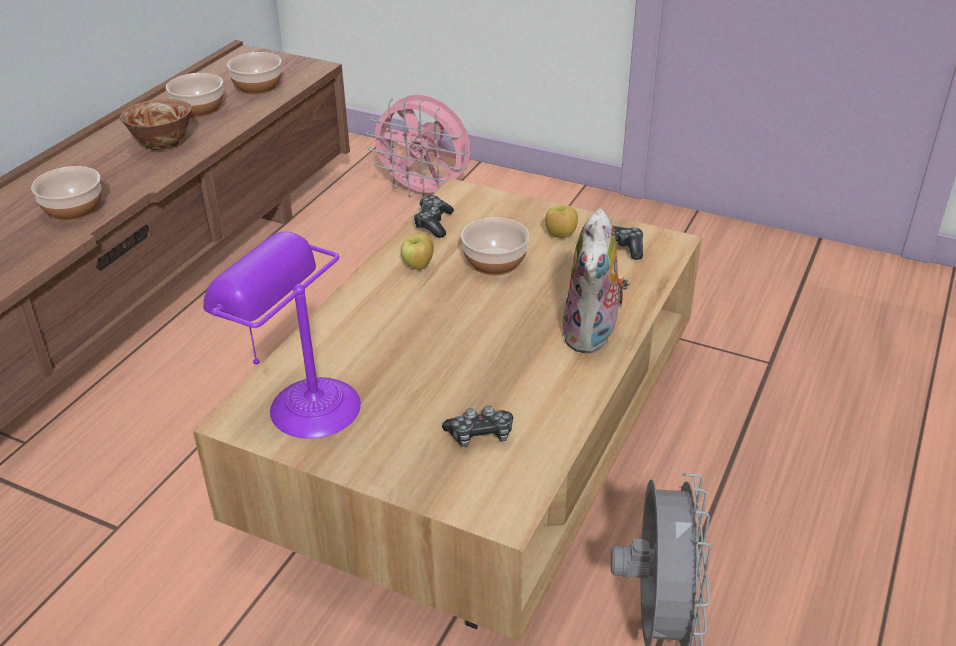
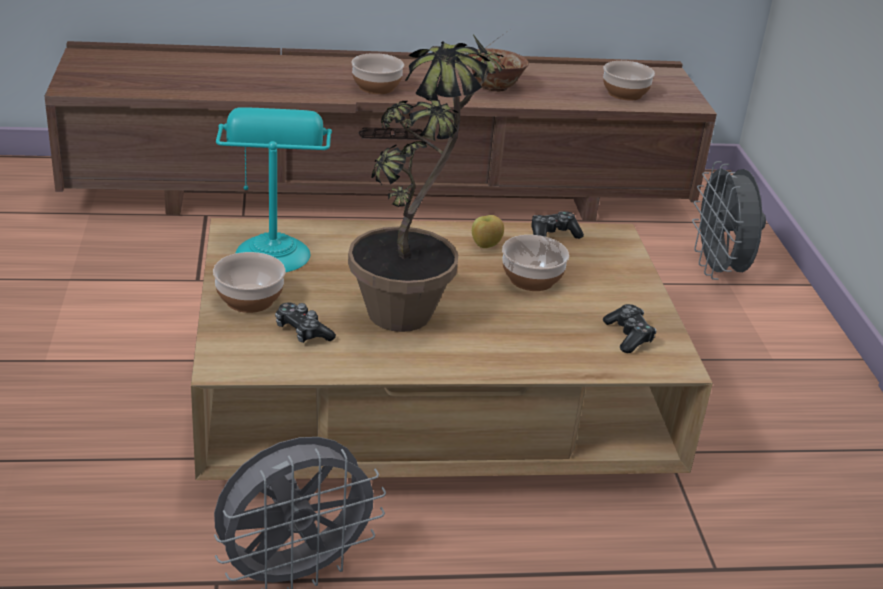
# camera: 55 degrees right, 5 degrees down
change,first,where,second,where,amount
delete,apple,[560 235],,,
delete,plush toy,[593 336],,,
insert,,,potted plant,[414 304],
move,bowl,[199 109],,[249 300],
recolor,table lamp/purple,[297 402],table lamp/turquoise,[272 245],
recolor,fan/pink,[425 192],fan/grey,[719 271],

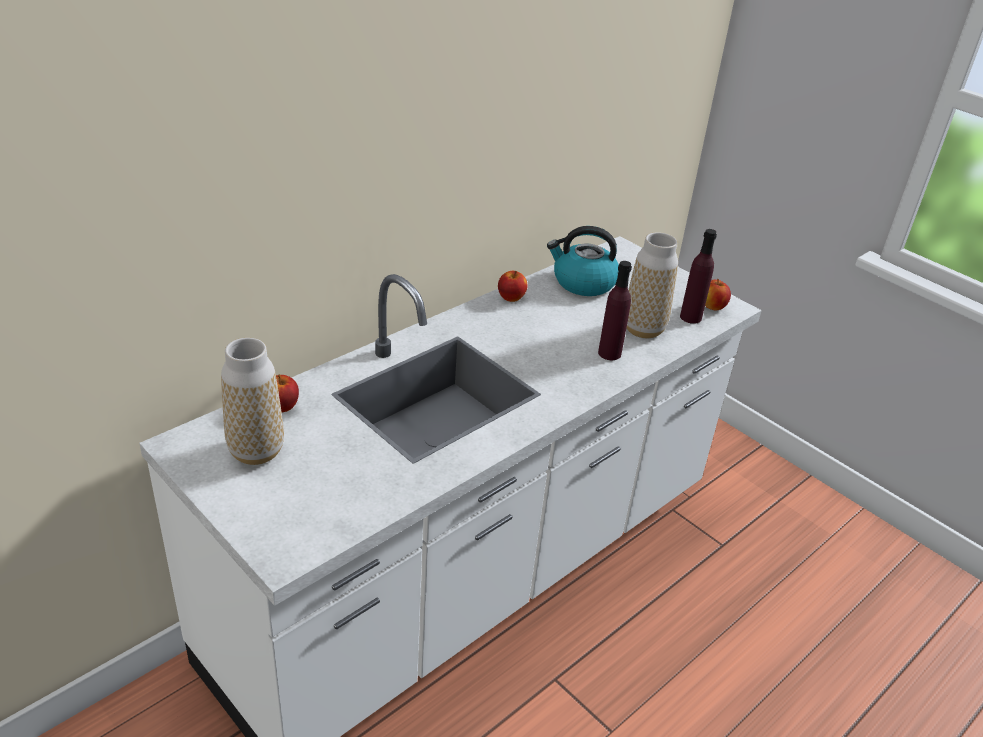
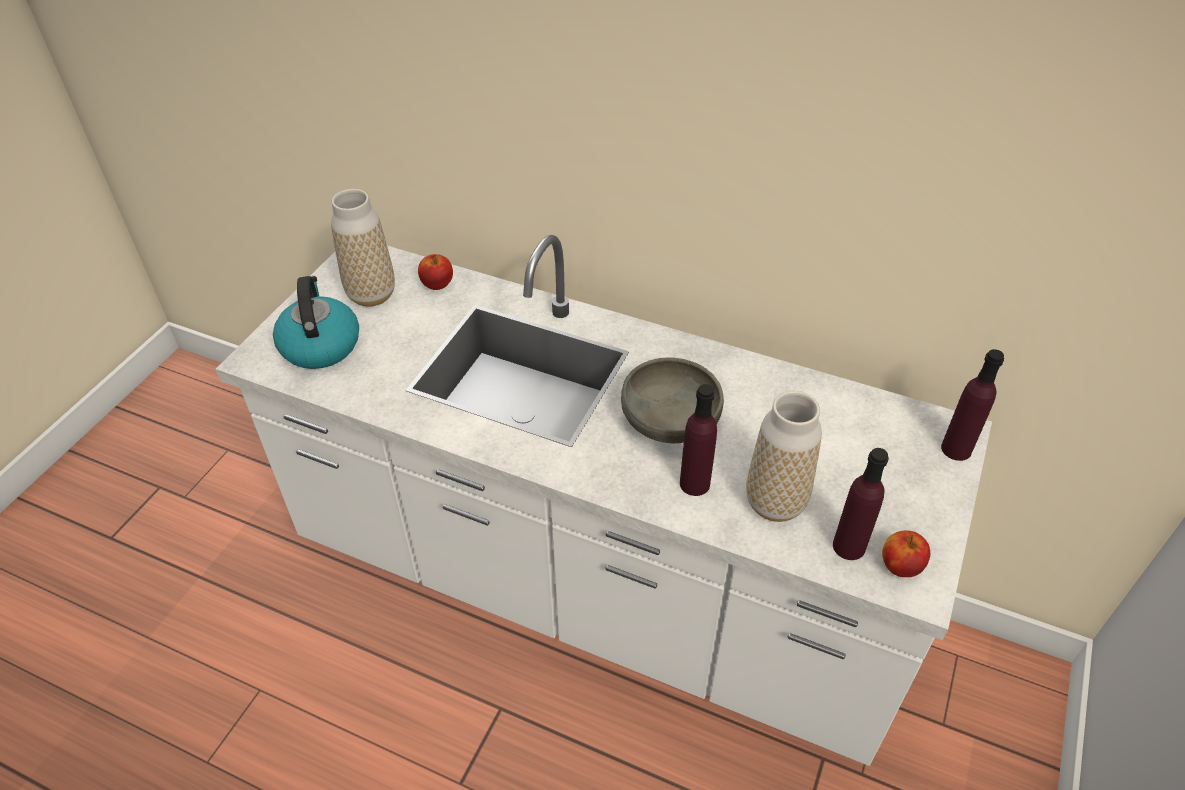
# camera: 70 degrees right, 10 degrees up
change,first,where,second,where,amount
delete,apple,[511 298],,,
insert,,,bowl/grey,[669 421],
insert,,,bottle/purple,[956 449],
move,kettle,[583 282],,[320 344],

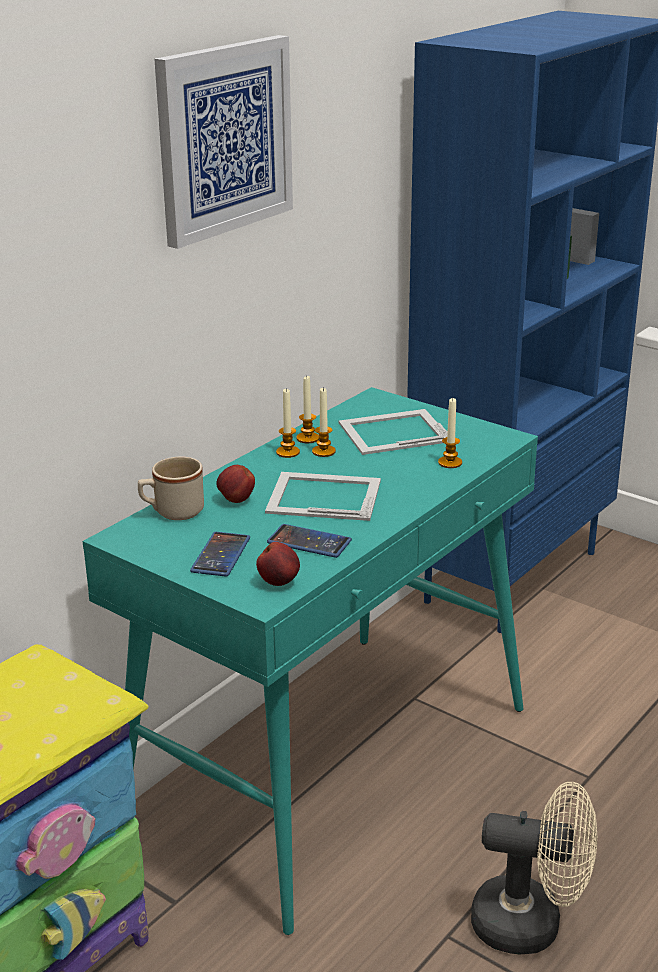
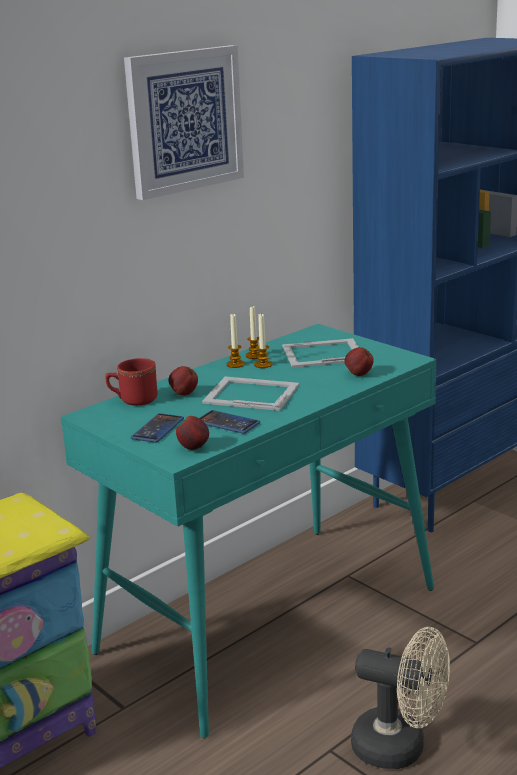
# camera: 10 degrees right, 5 degrees down
change,first,where,second,where,amount
replace,candle,[450 463],apple,[358 374],
recolor,mug/beige,[172 512],mug/red,[133 400],

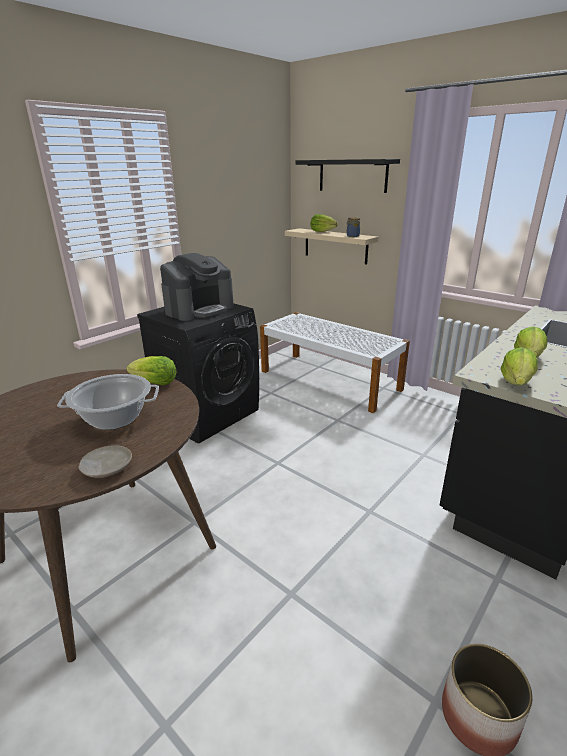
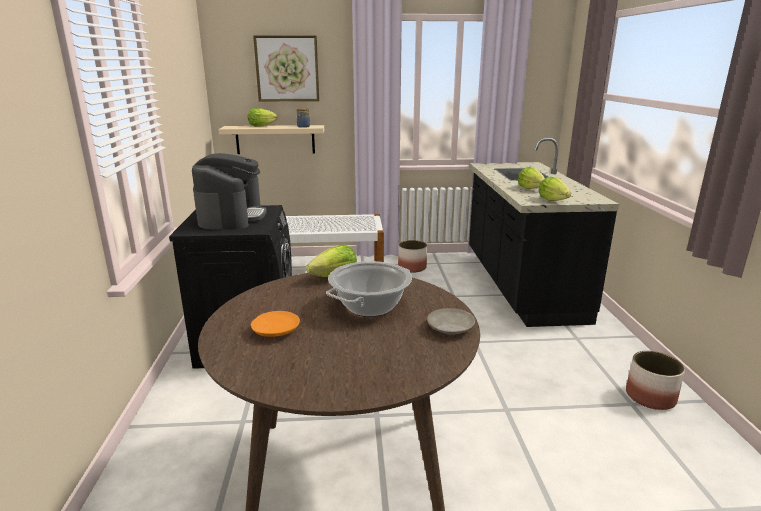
# camera: 45 degrees left, 5 degrees down
change,first,where,second,where,amount
insert,,,plate/orange,[275 330],
insert,,,planter,[412 267],
replace,shelf/black,[352 175],picture,[287 69],

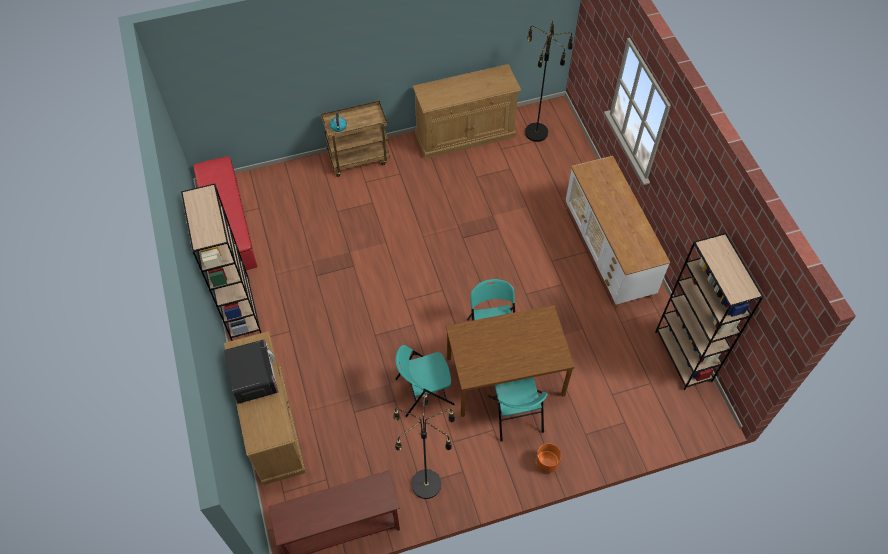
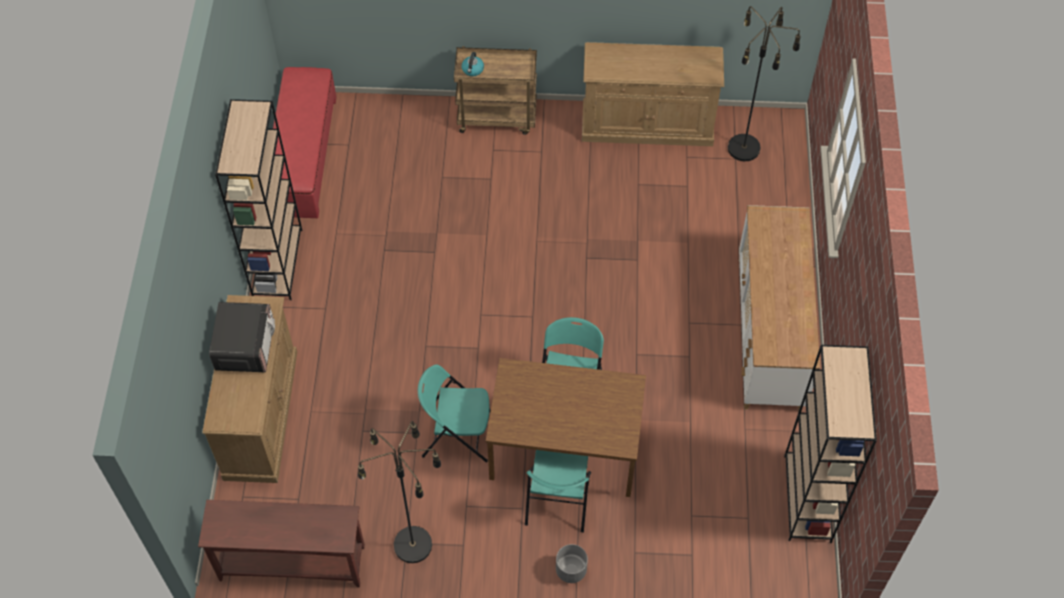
# camera: 20 degrees right, 0 degrees up
change,first,where,second,where,amount
recolor,planter/orange,[546 463],planter/grey,[571 570],

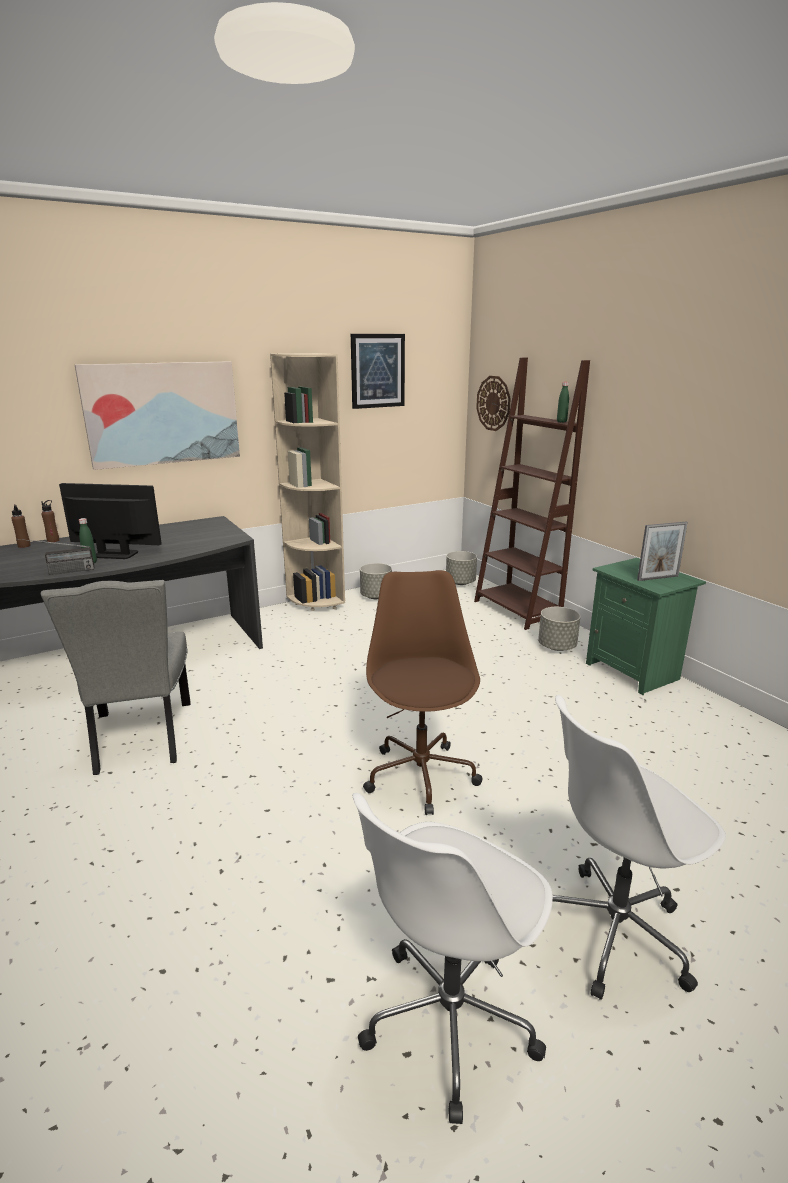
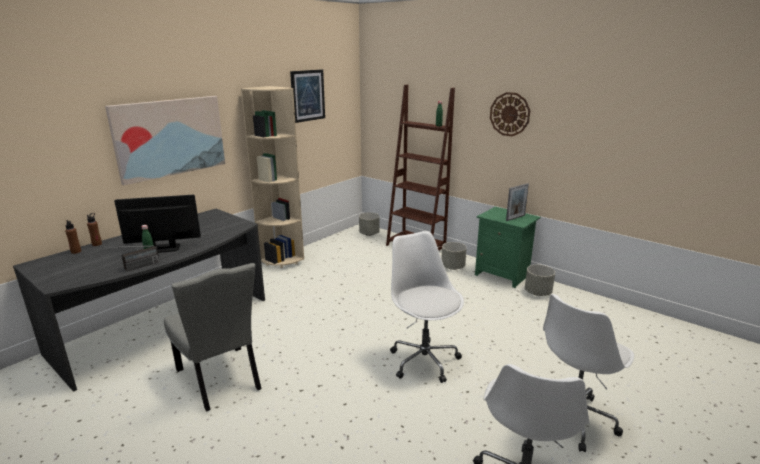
# camera: 20 degrees left, 0 degrees up
change,first,where,second,where,amount
move,planter/grey,[376 596],,[537 292],
move,wall clock,[493 403],,[509 114],
recolor,office chair/brown,[420 774],office chair/white,[423 360],

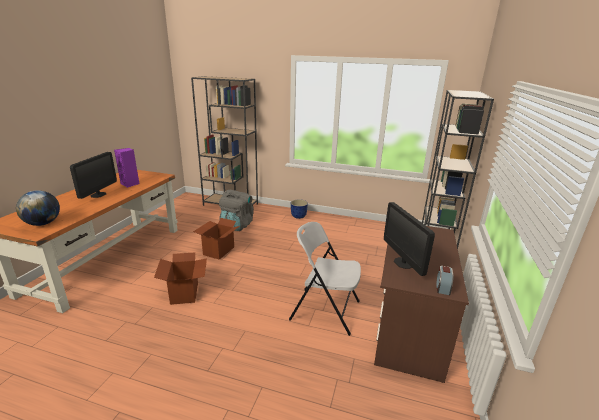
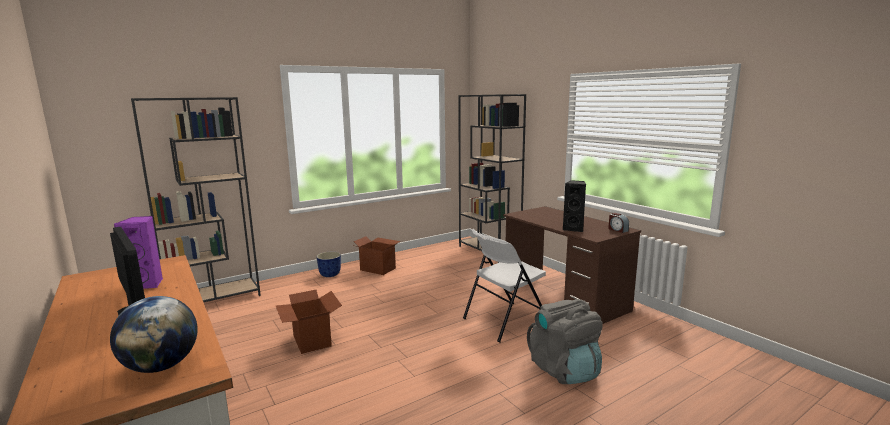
# camera: 50 degrees left, 10 degrees down
change,first,where,second,where,amount
move,cardboard box,[185 293],,[378 269],
move,backpack/grey,[237 225],,[564 370],
replace,monitor,[403 263],speaker/black,[574 229],

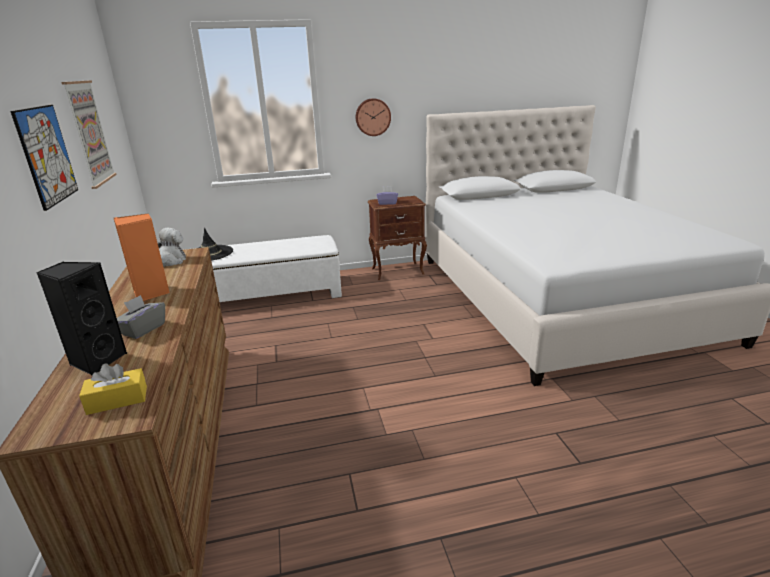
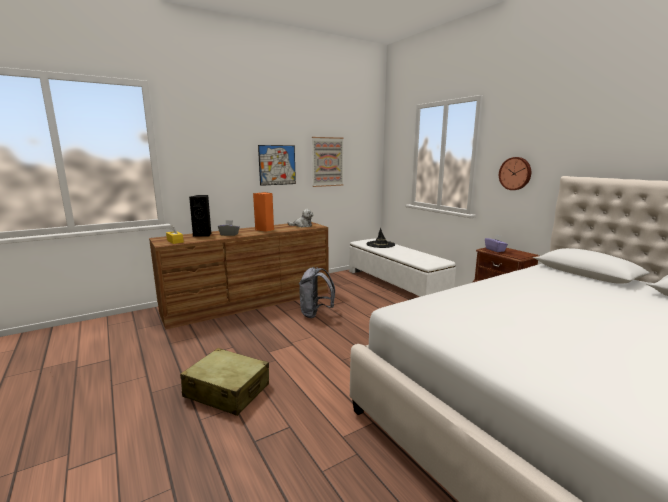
# camera: 70 degrees right, 10 degrees down
change,first,where,second,where,amount
insert,,,suitcase/beige,[227 391],
insert,,,backpack/grey,[316 314],

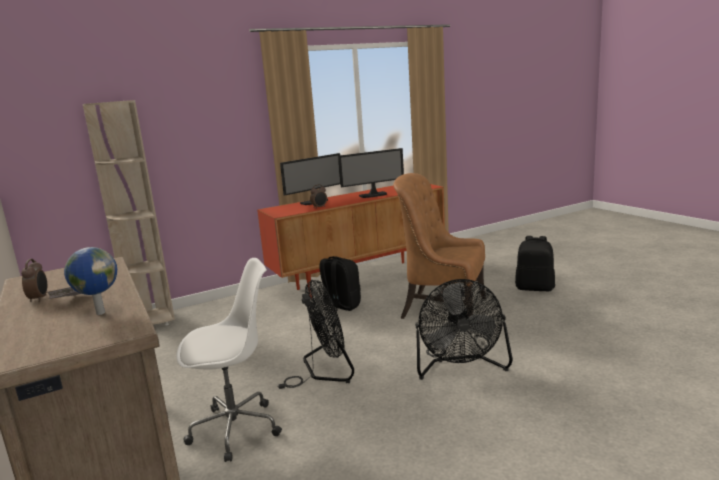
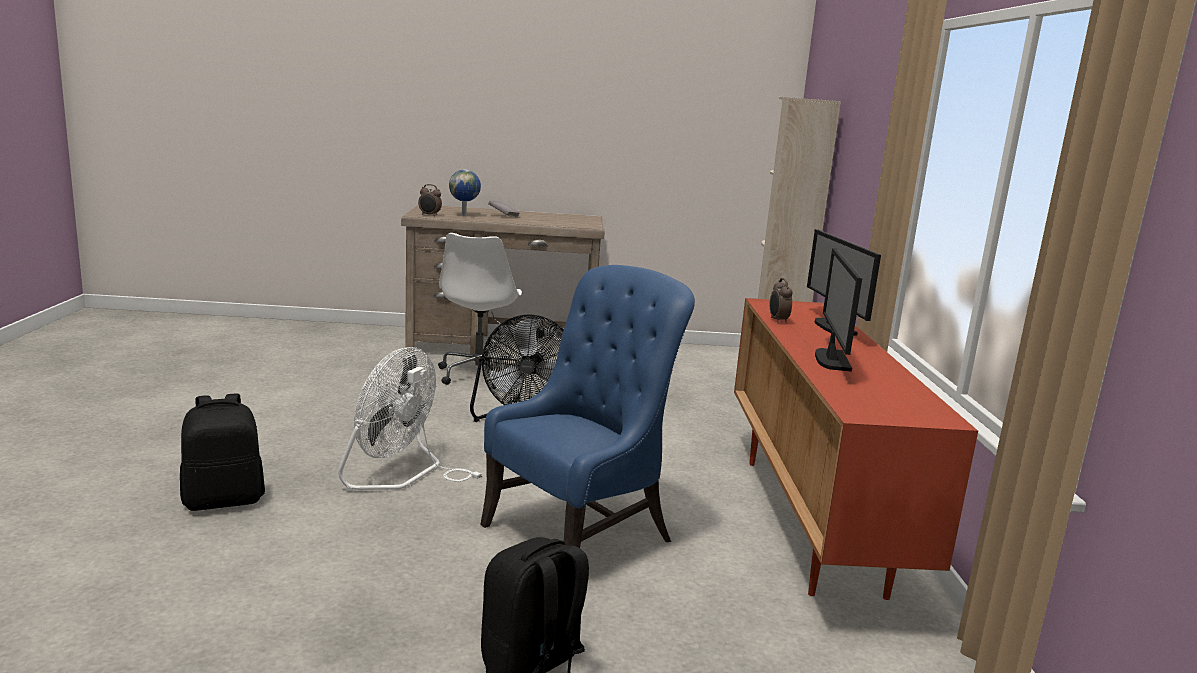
# camera: 115 degrees right, 0 degrees up
change,first,where,second,where,amount
move,alarm clock,[39 298],,[429 215],
move,backpack/black,[340 306],,[224 500],
recolor,chair/brown,[442 308],chair/blue,[580 533],
recolor,fan/black,[456 366],fan/white,[409 472],

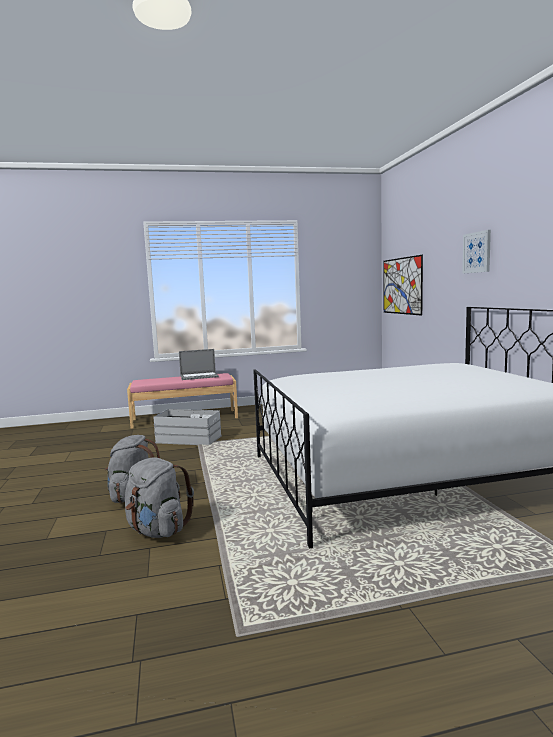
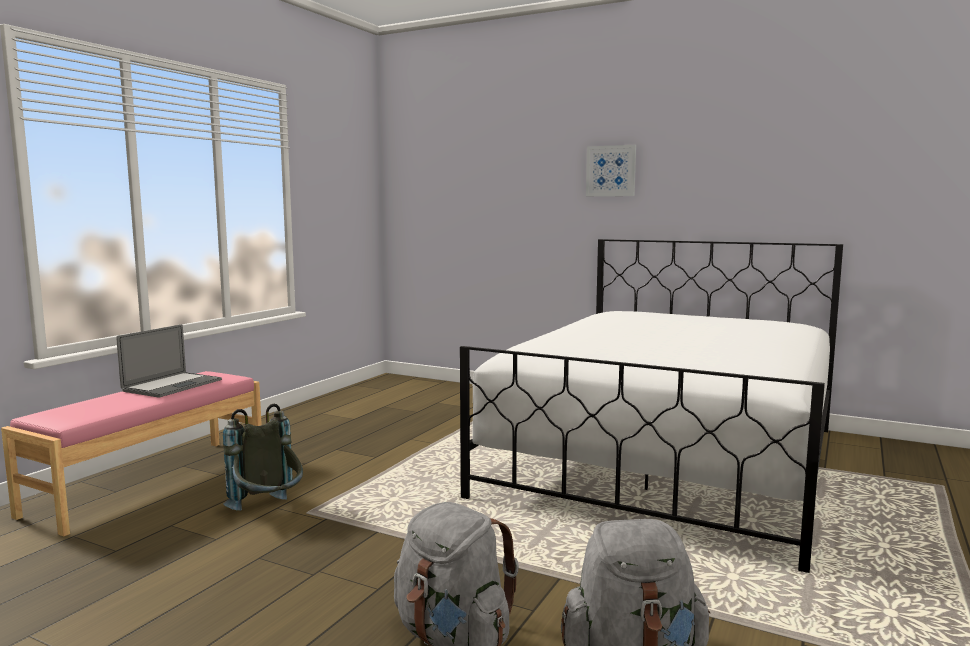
# camera: 50 degrees left, 0 degrees up
change,first,where,second,where,amount
delete,picture,[401 286],,,
replace,storage box/grey,[189 439],backpack/grey,[268 512],

